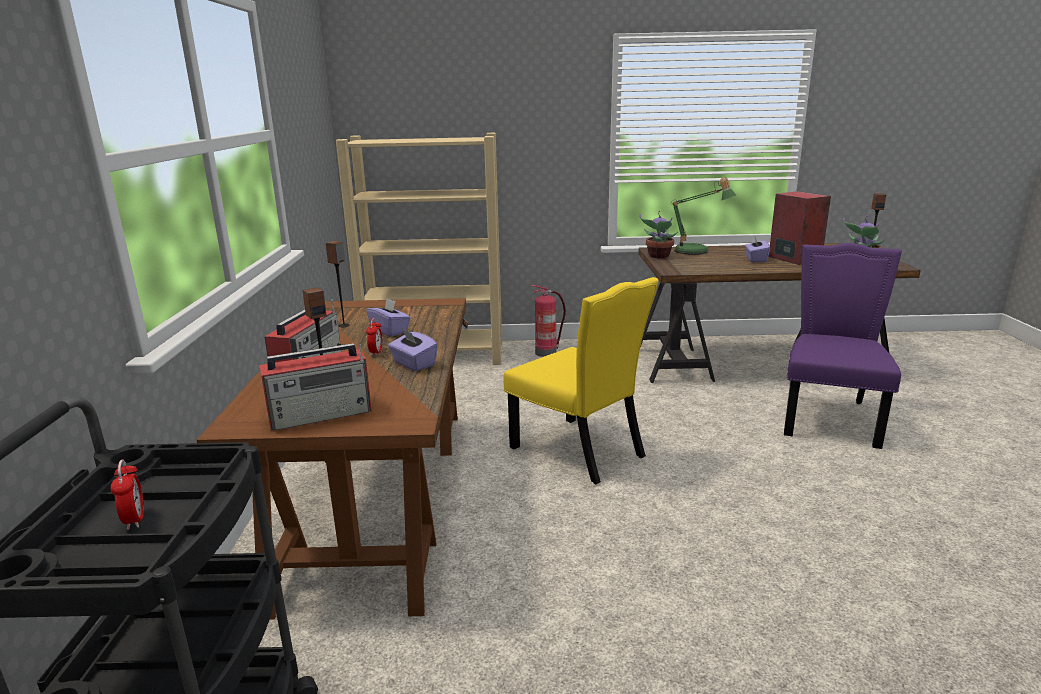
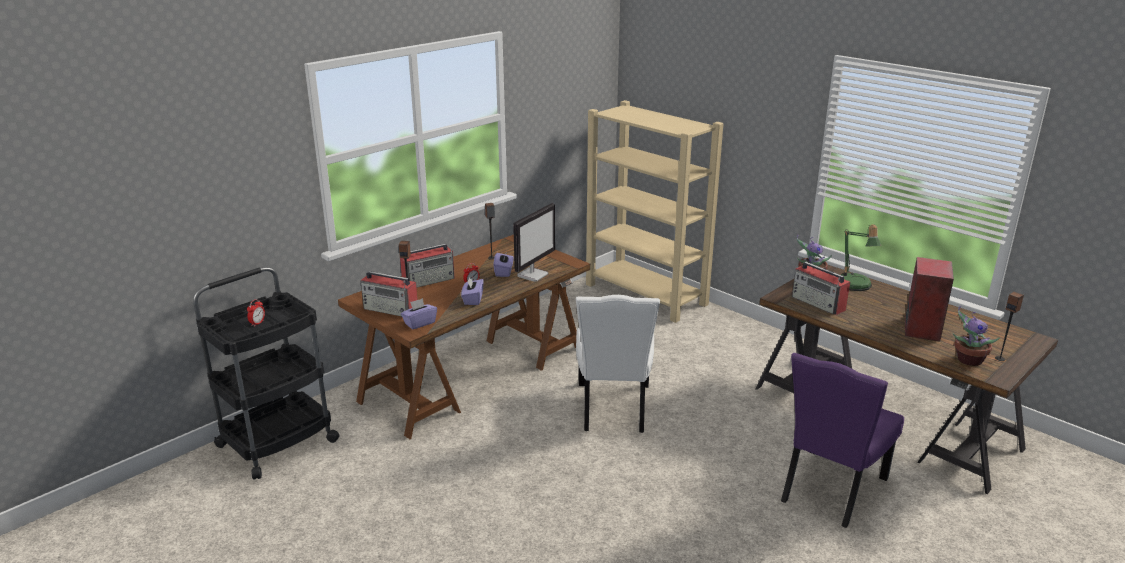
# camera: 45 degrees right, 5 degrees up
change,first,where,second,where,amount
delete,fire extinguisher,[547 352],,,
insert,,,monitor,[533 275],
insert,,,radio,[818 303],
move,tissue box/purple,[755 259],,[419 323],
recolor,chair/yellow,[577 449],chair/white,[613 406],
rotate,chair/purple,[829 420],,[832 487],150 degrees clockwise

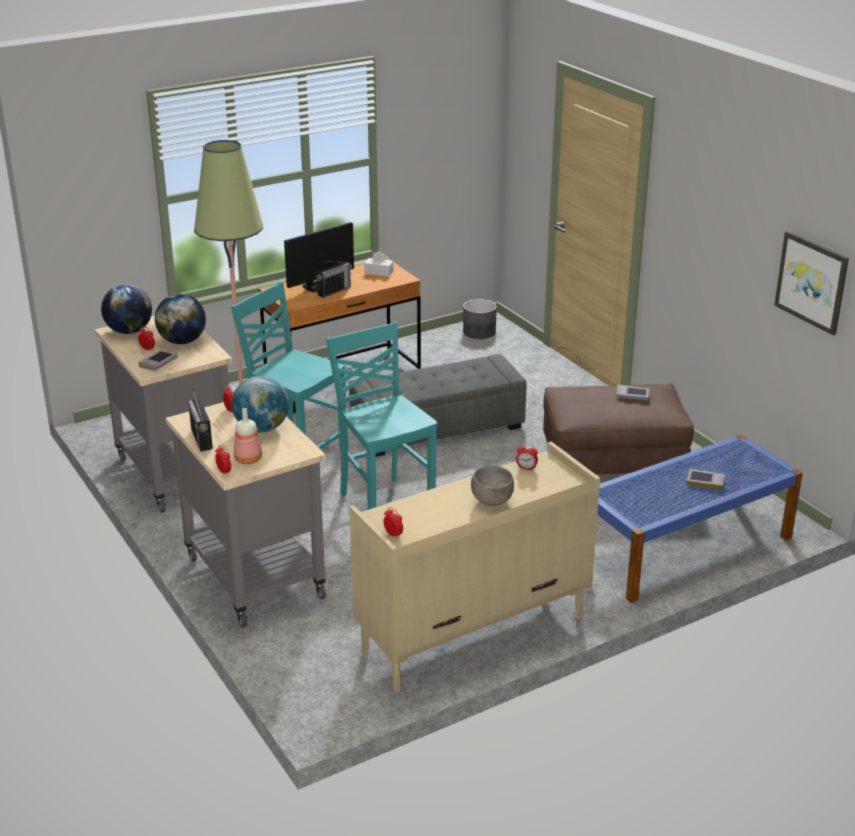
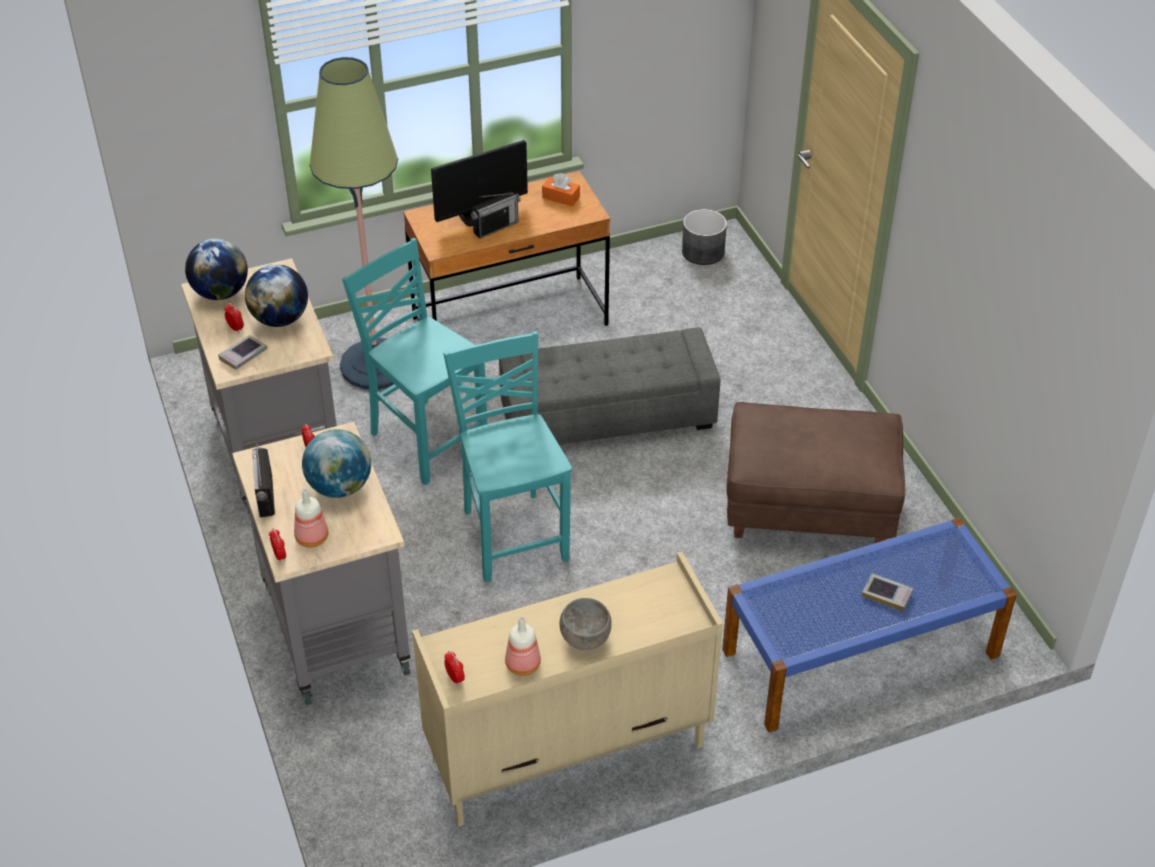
# camera: 10 degrees right, 15 degrees up
change,first,where,second,where,amount
delete,alarm clock,[526 468],,,
delete,book,[632 396],,,
delete,picture,[812 282],,,
insert,,,bottle,[521 664],
recolor,tissue box/white,[379 272],tissue box/orange,[561 197],

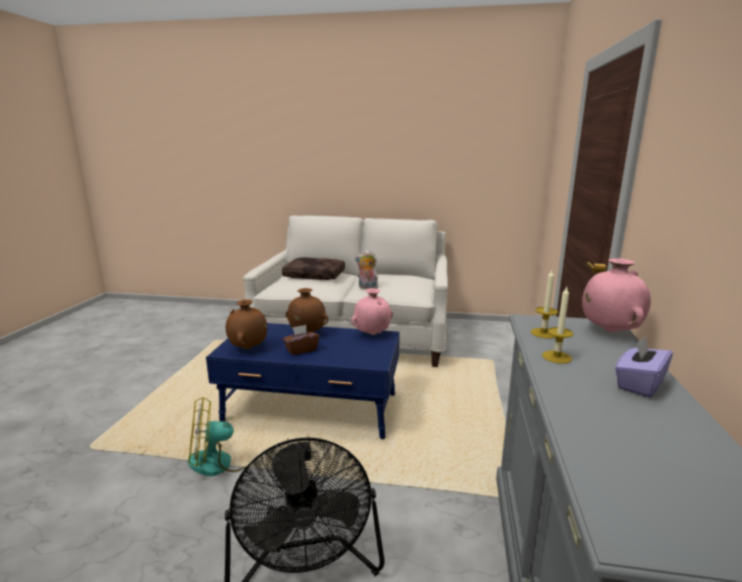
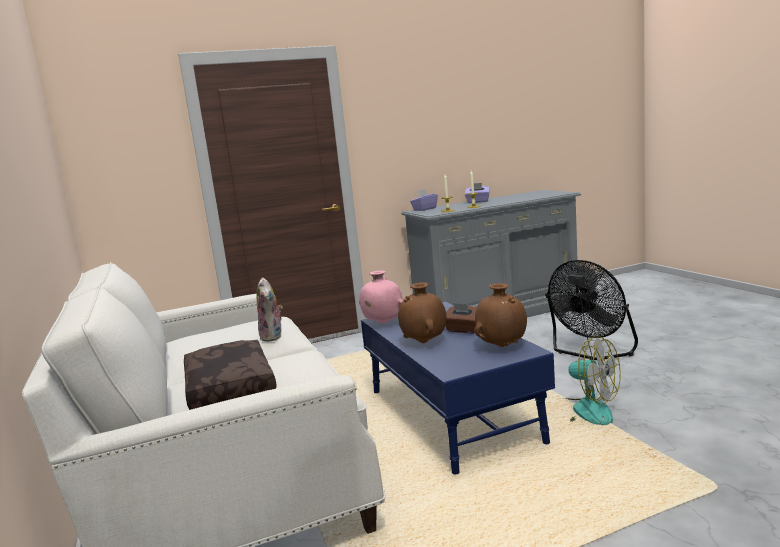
# camera: 120 degrees left, 5 degrees down
change,first,where,second,where,amount
replace,vase/pink,[609 331],tissue box/purple,[424 209],

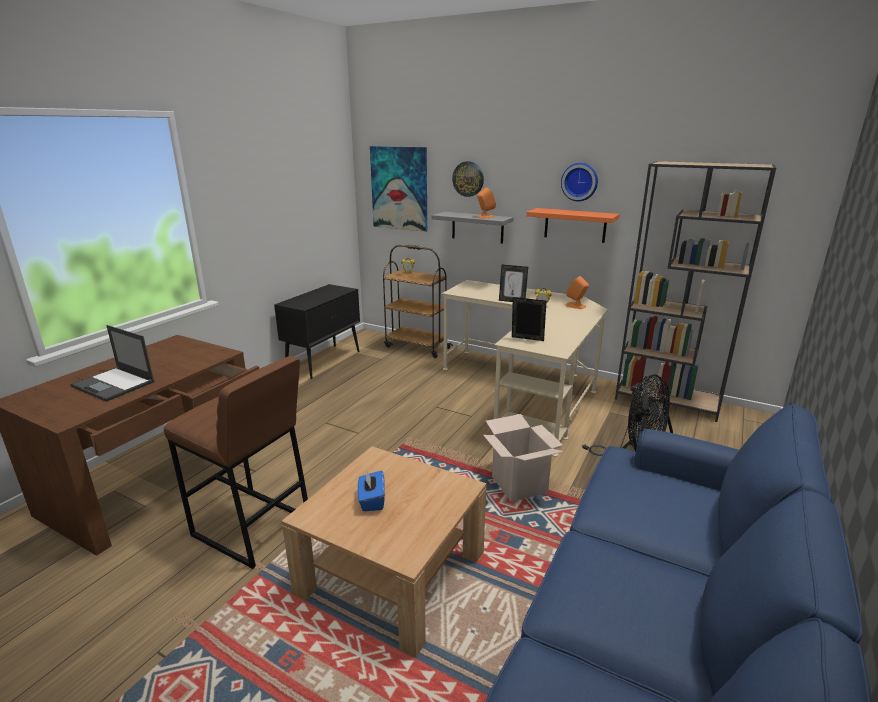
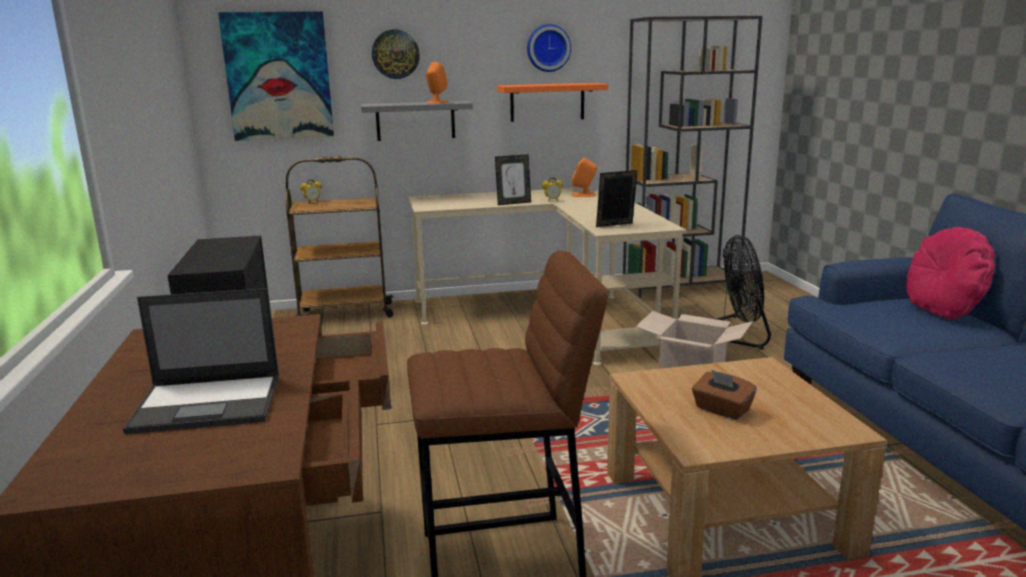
# camera: 40 degrees left, 5 degrees down
change,first,where,second,where,amount
insert,,,pillow/pink,[942 312],
recolor,tissue box/blue,[372 500],tissue box/brown,[721 410],

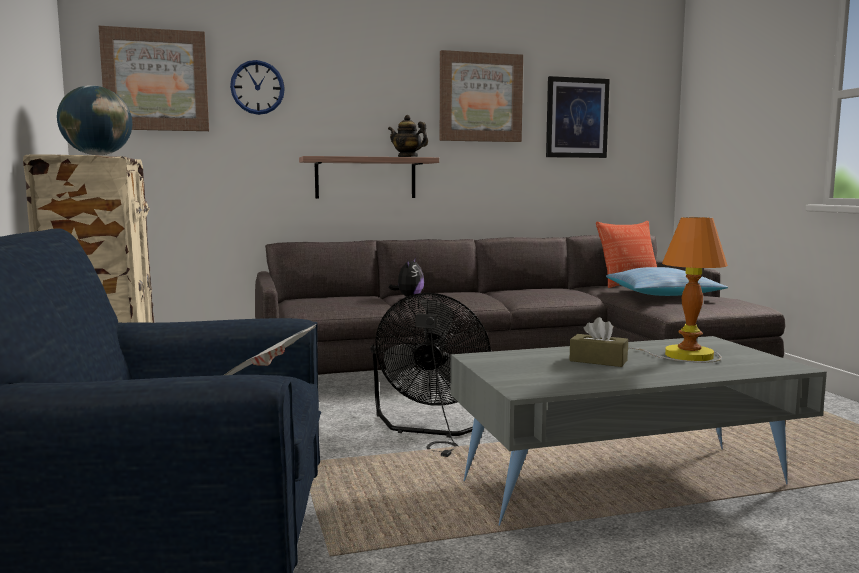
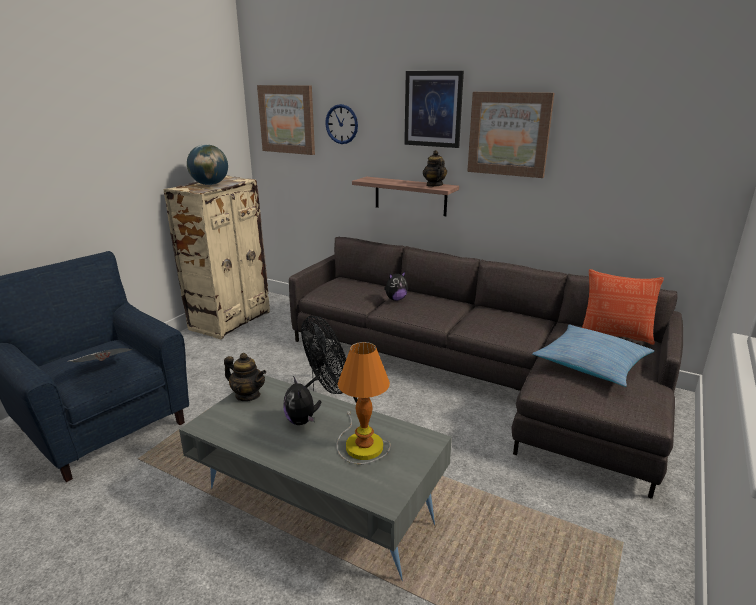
# camera: 45 degrees right, 15 degrees up
change,first,where,second,where,amount
insert,,,teapot,[248 395],
move,picture,[577 118],,[433 109],
replace,tissue box/brown,[598 361],plush toy,[302 421],

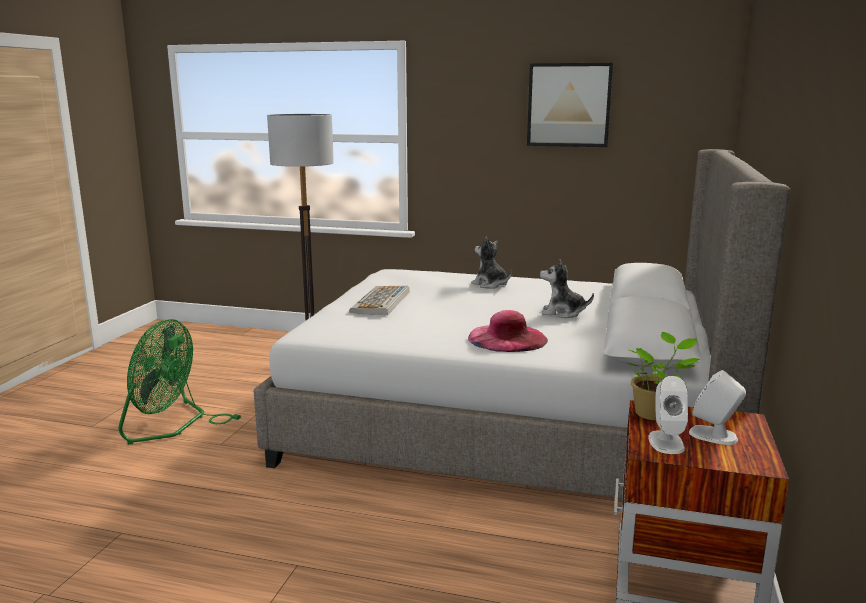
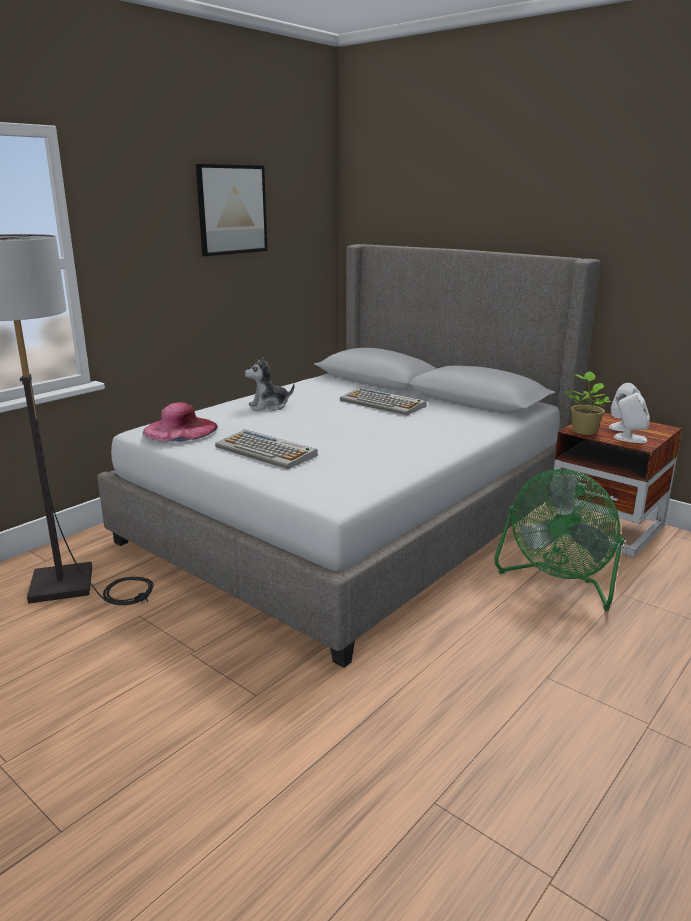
# camera: 65 degrees left, 5 degrees up
change,first,where,second,where,amount
move,fan/green,[179 422],,[556 580],
move,hat/pink,[507 338],,[180 429],
replace,plush toy,[562 313],keyboard,[383 403],

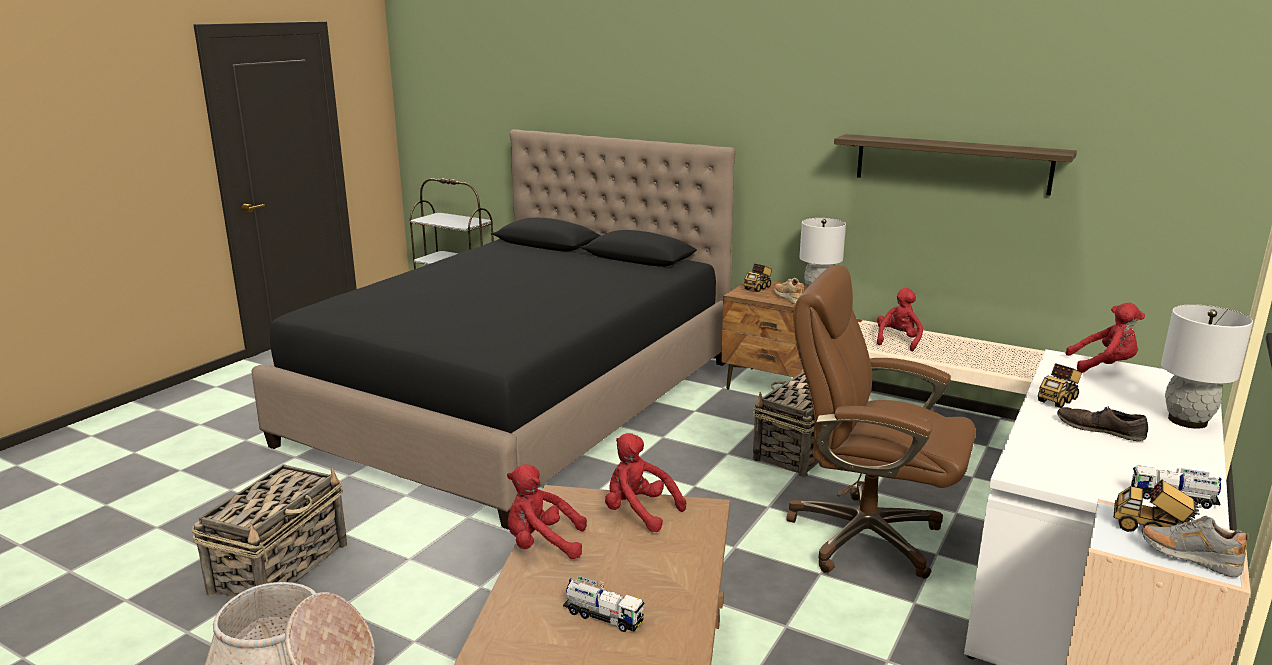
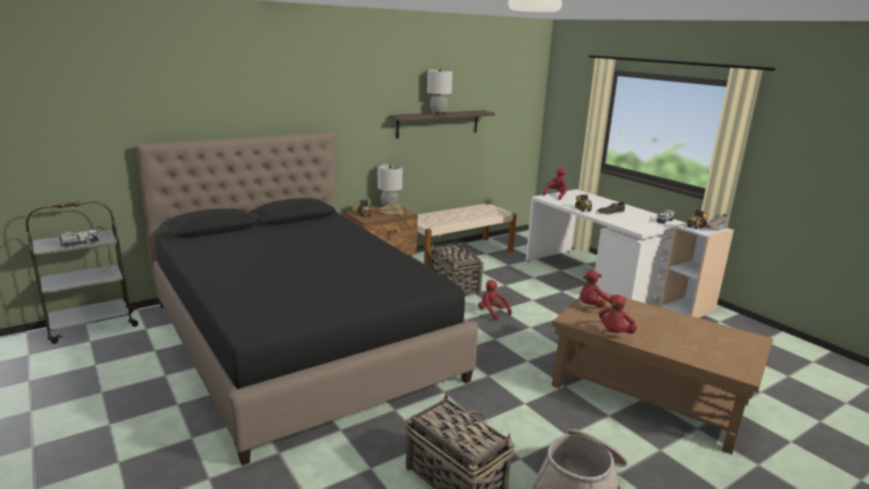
# camera: 65 degrees left, 0 degrees up
change,first,where,second,where,amount
delete,office chair/brown,[868 538],,,
move,toy truck,[603 617],,[80 244],
move,plush toy/red,[898 341],,[492 312],
move,table lamp/white,[1187 421],,[438 113],

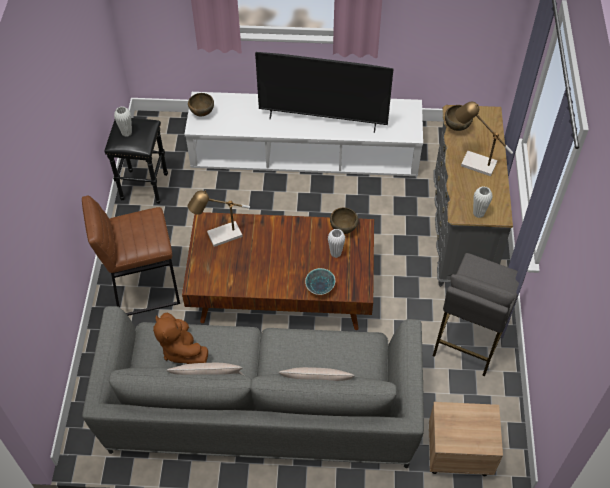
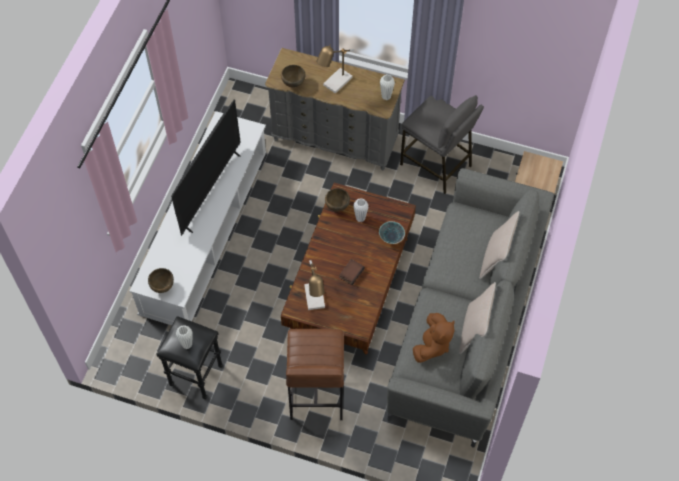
# camera: 75 degrees left, 5 degrees up
change,first,where,second,where,amount
insert,,,book,[351 272],
rotate,plush toy/brown,[181 349],,[432 345],45 degrees counterclockwise

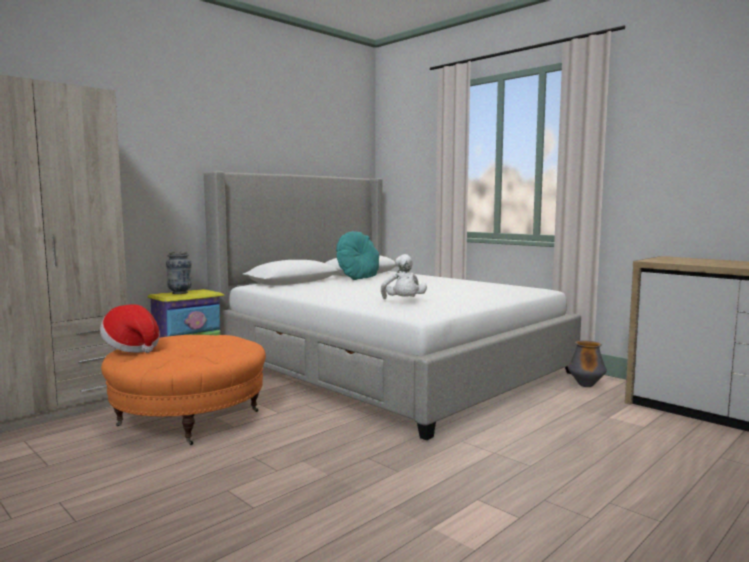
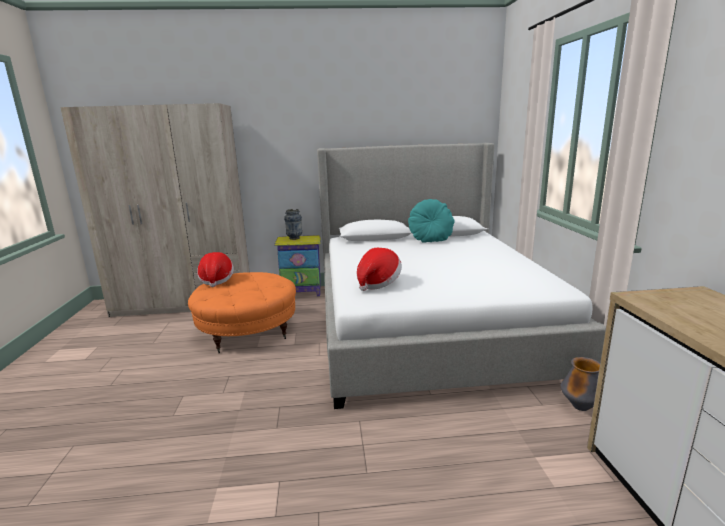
# camera: 40 degrees right, 10 degrees up
change,first,where,second,where,amount
replace,plush toy/white,[403 302],hat,[378 283],

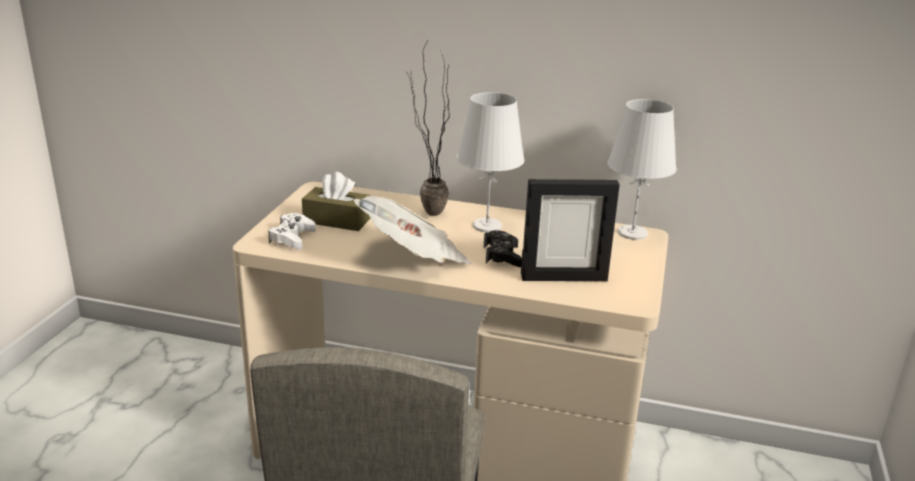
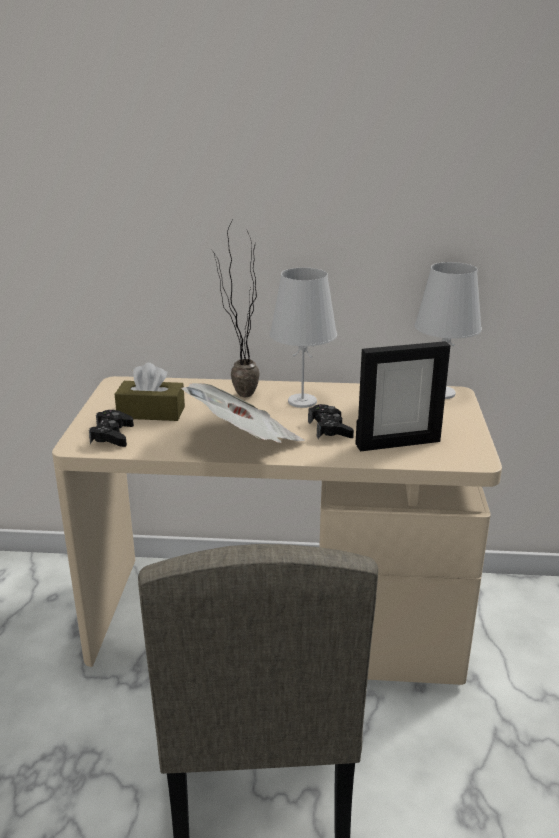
# camera: 10 degrees left, 0 degrees up
change,first,where,second,where,amount
recolor,game controller/white,[292 238],game controller/black,[112 435],

